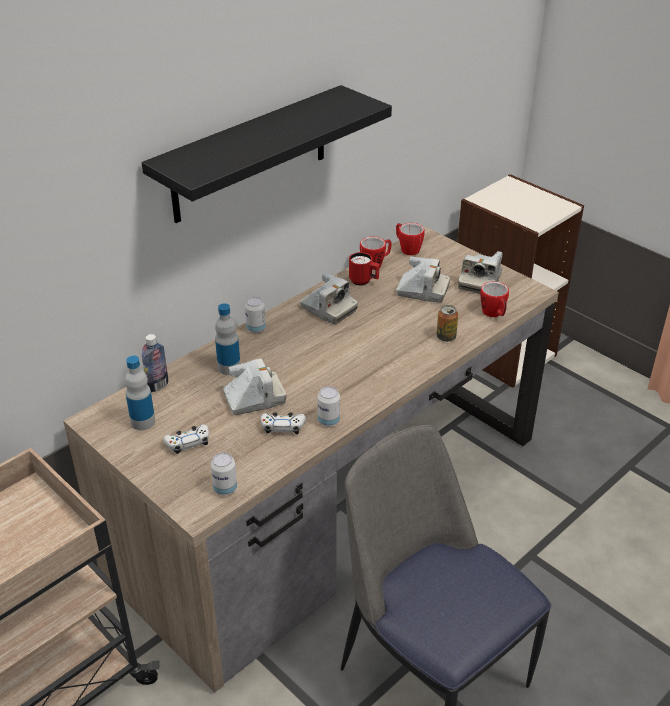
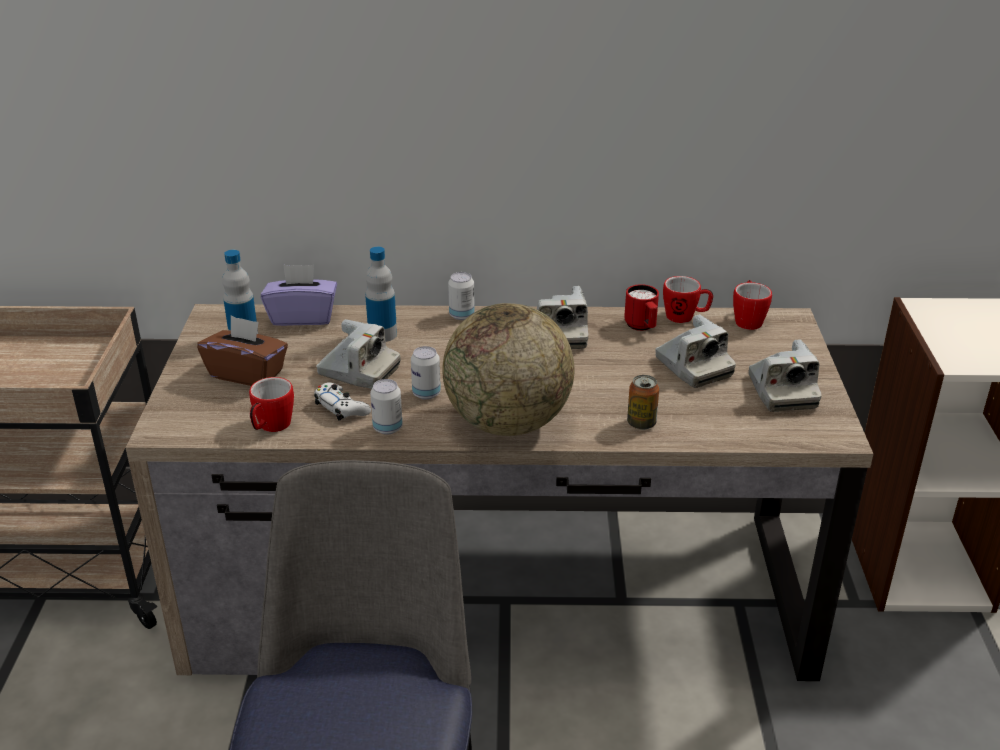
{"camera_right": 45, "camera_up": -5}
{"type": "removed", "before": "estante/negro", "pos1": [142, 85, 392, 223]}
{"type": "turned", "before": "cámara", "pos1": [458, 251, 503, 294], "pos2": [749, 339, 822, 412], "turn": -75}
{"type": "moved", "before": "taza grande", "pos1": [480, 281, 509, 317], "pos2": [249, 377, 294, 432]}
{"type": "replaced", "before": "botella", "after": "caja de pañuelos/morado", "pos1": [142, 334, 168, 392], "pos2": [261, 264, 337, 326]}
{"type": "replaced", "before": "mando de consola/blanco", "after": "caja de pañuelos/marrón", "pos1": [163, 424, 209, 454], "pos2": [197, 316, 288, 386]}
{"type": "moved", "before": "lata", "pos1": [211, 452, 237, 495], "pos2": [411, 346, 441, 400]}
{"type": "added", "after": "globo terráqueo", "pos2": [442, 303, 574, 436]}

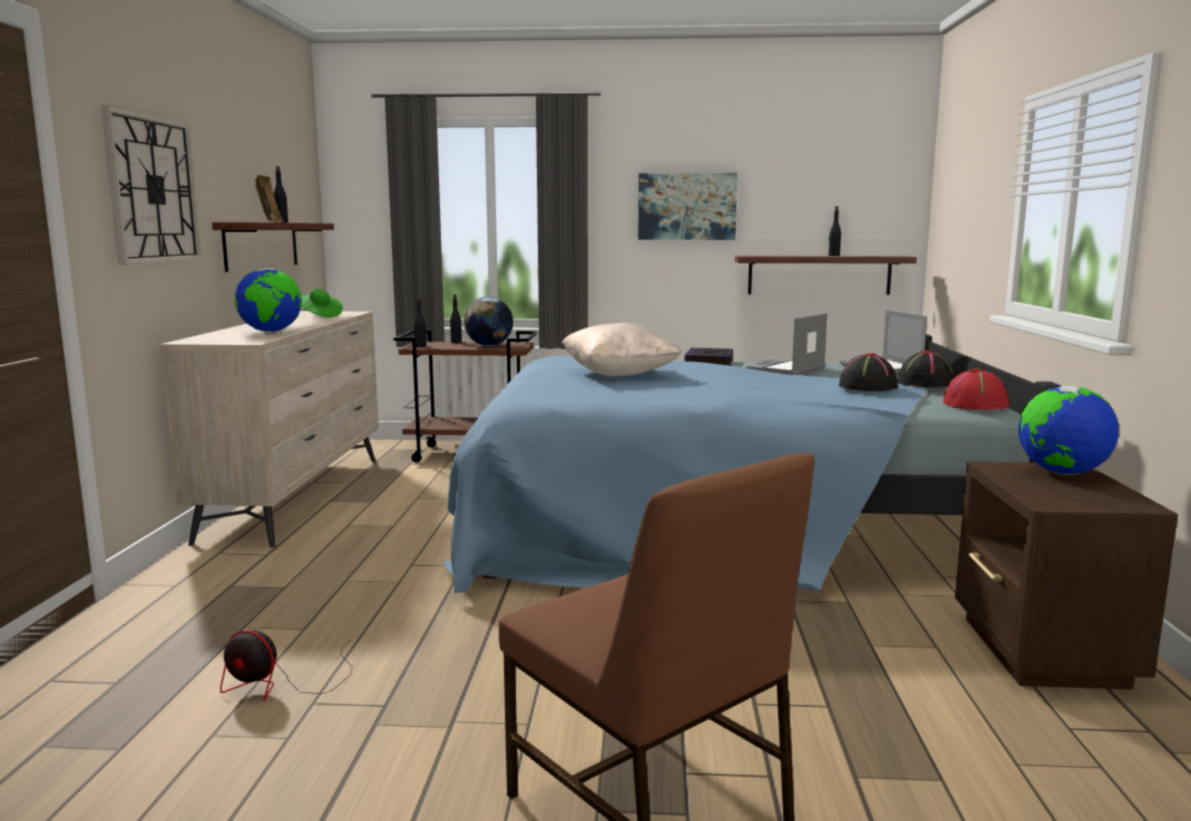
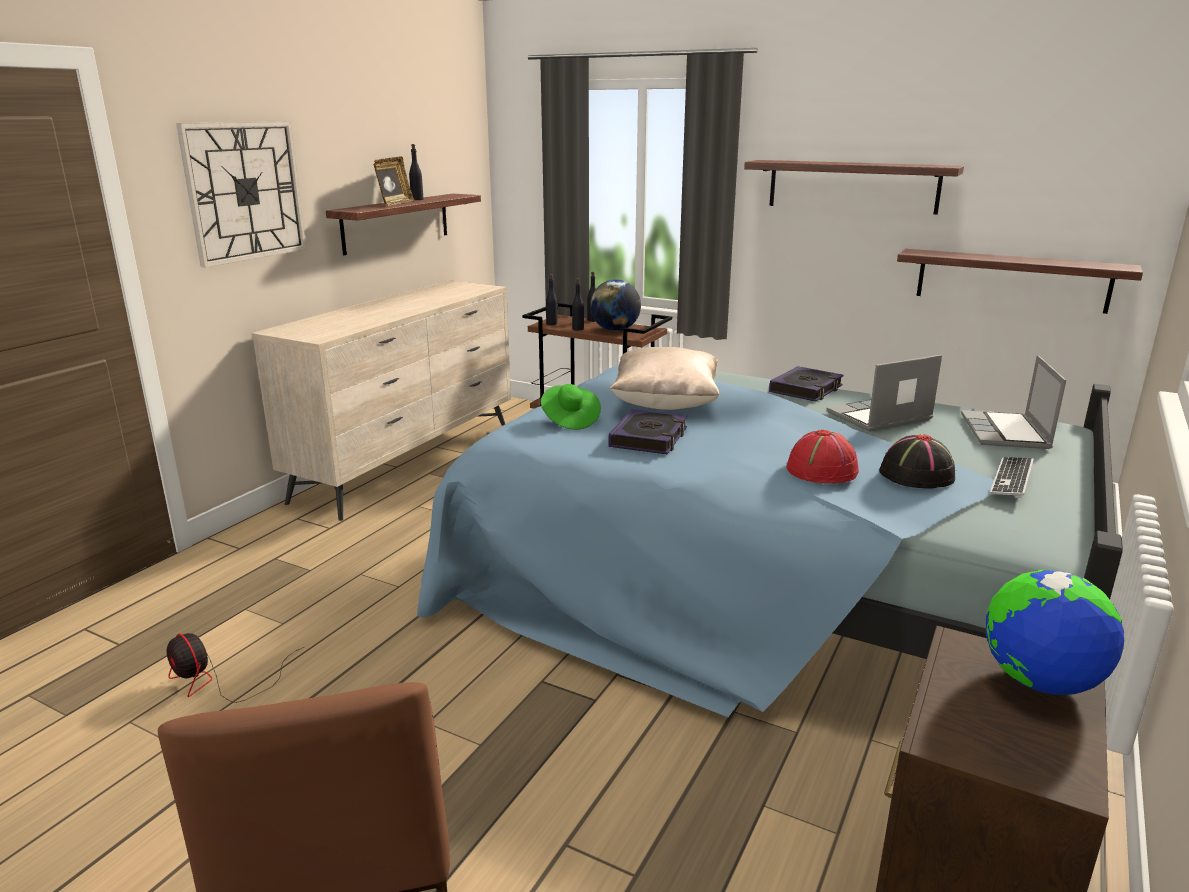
{"camera_right": 25, "camera_up": 10}
{"type": "replaced", "before": "cuadro", "after": "estante", "pos1": [638, 173, 738, 240], "pos2": [744, 160, 964, 215]}
{"type": "moved", "before": "botella/negro", "pos1": [829, 206, 841, 256], "pos2": [572, 279, 584, 331]}
{"type": "removed", "before": "globo terráqueo", "pos1": [234, 268, 302, 332]}
{"type": "moved", "before": "sombrero/verde", "pos1": [301, 289, 343, 317], "pos2": [541, 384, 601, 430]}
{"type": "replaced", "before": "sombrero/negro", "after": "teclado", "pos1": [897, 351, 955, 388], "pos2": [990, 457, 1034, 498]}
{"type": "moved", "before": "sombrero/rojo", "pos1": [943, 368, 1010, 410], "pos2": [787, 430, 859, 483]}
{"type": "added", "after": "libro", "pos2": [608, 409, 687, 454]}

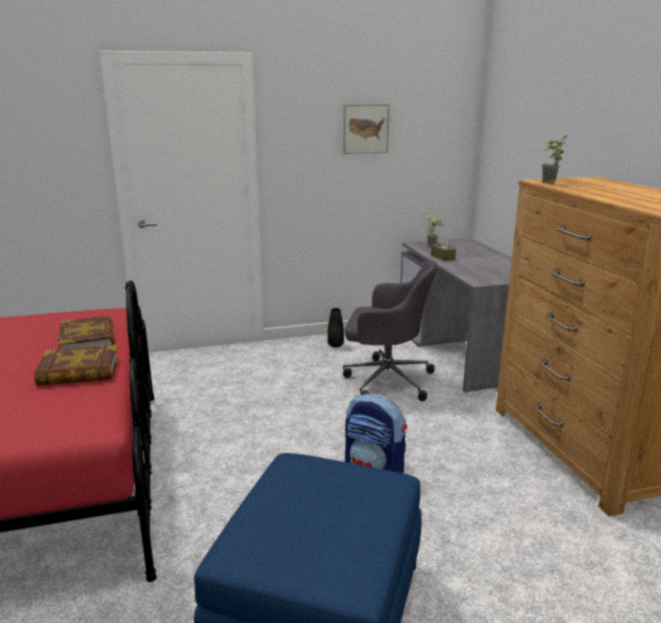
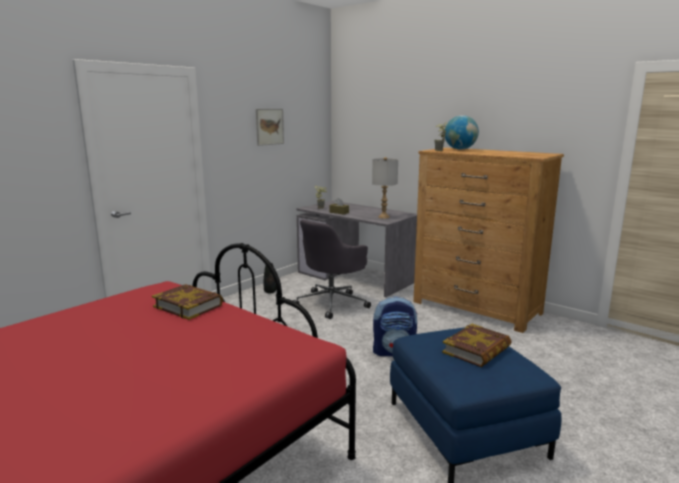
{"camera_right": -35, "camera_up": -5}
{"type": "turned", "before": "silla de oficina/gris", "pos1": [343, 260, 437, 401], "pos2": [293, 220, 371, 319], "turn": 150}
{"type": "moved", "before": "libro", "pos1": [34, 345, 119, 386], "pos2": [442, 324, 512, 367]}
{"type": "added", "after": "globo terráqueo", "pos2": [444, 115, 479, 150]}
{"type": "added", "after": "lámpara de mesa/gris", "pos2": [372, 157, 398, 219]}

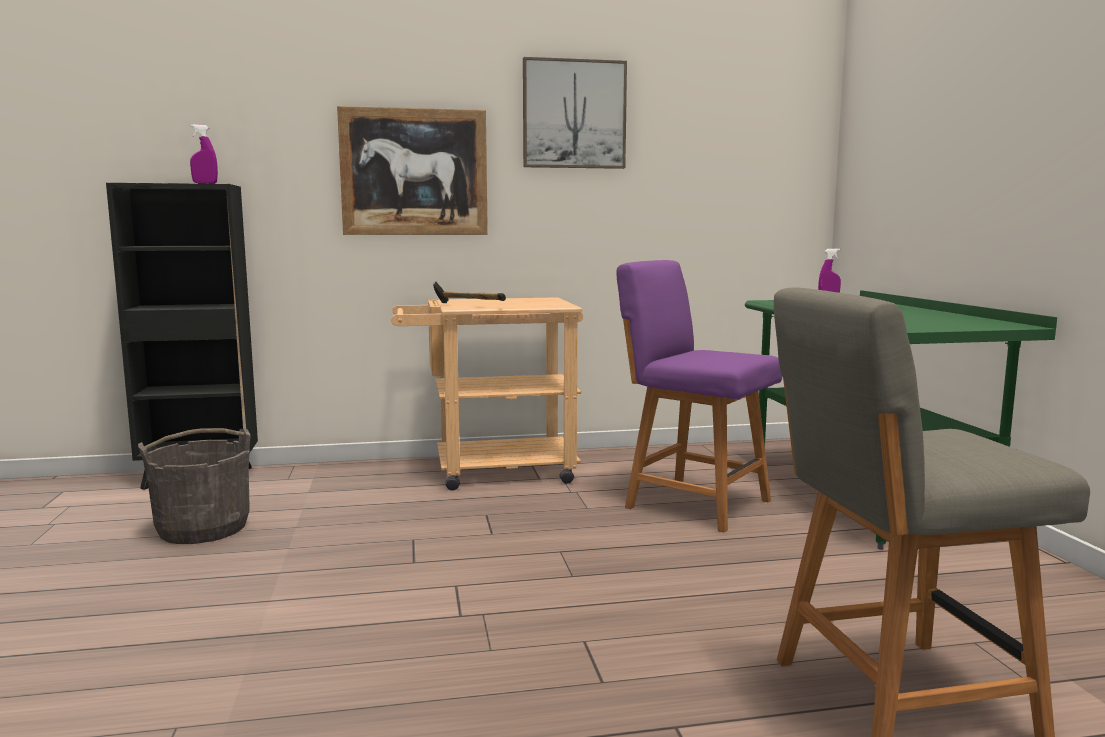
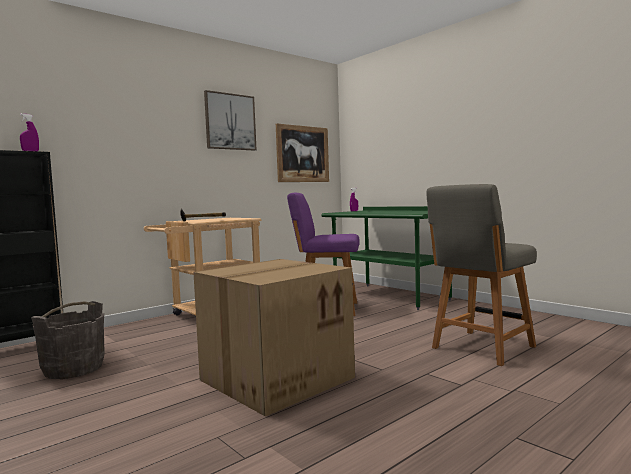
{"camera_right": -30, "camera_up": -5}
{"type": "moved", "before": "cuadro", "pos1": [337, 106, 488, 235], "pos2": [276, 124, 329, 182]}
{"type": "added", "after": "caja de cartón", "pos2": [193, 259, 355, 416]}

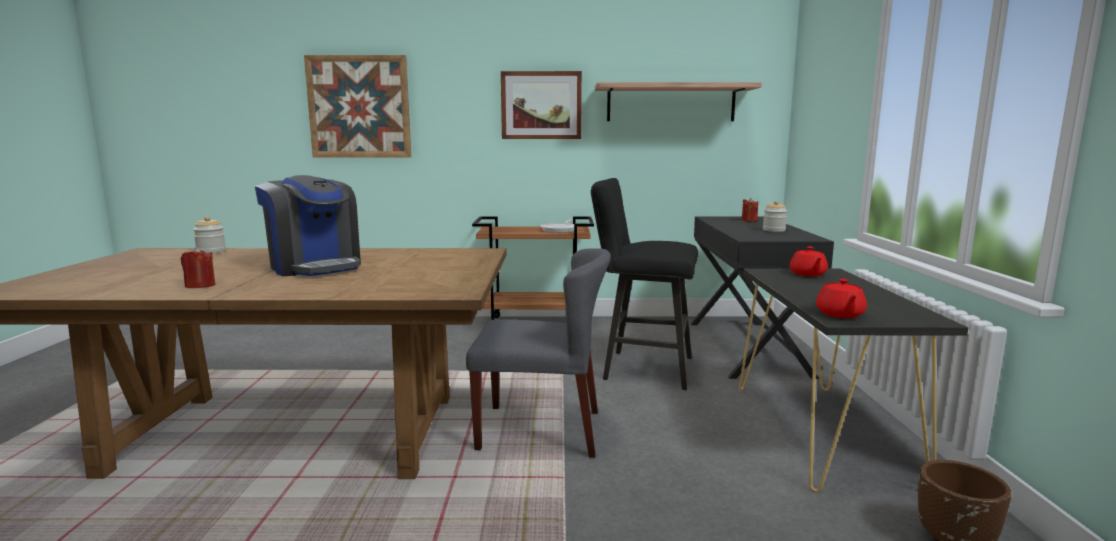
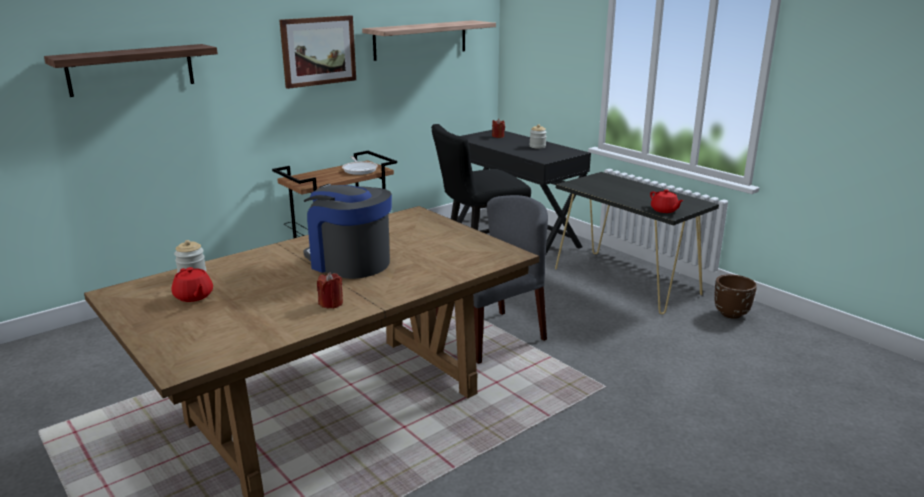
{"camera_right": -40, "camera_up": 10}
{"type": "replaced", "before": "cuadro", "after": "estante", "pos1": [304, 55, 411, 157], "pos2": [44, 44, 218, 97]}
{"type": "turned", "before": "cafetera", "pos1": [255, 175, 361, 276], "pos2": [303, 184, 392, 279], "turn": -150}
{"type": "moved", "before": "tetera/rojo", "pos1": [789, 246, 828, 276], "pos2": [171, 267, 213, 302]}

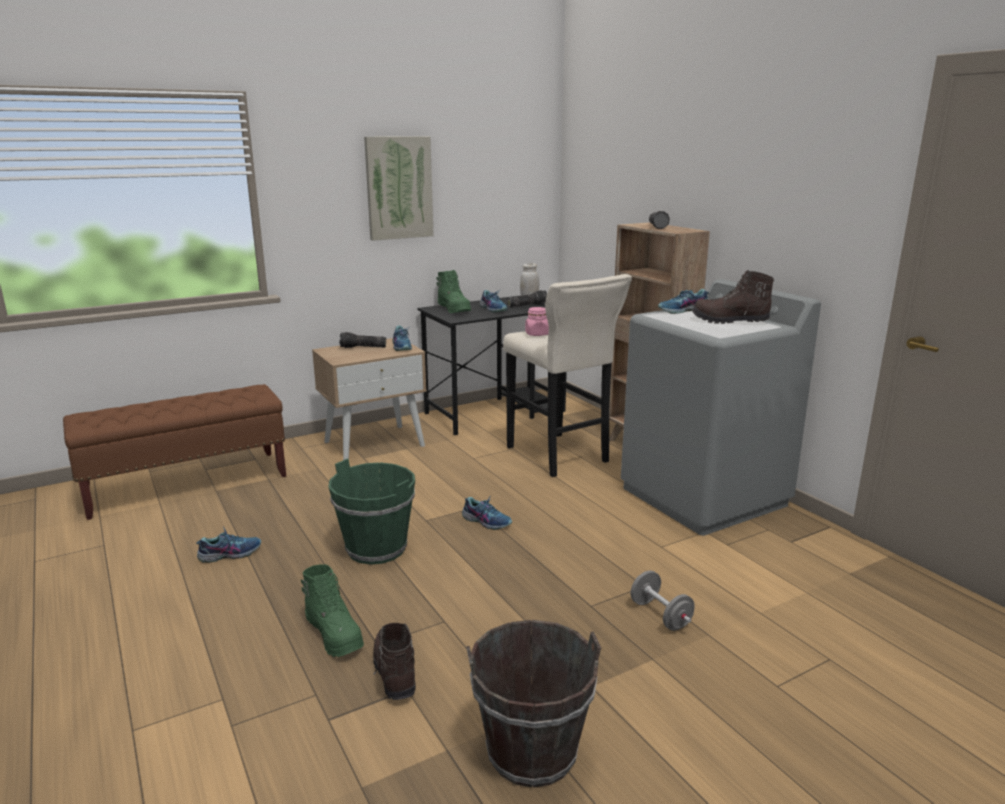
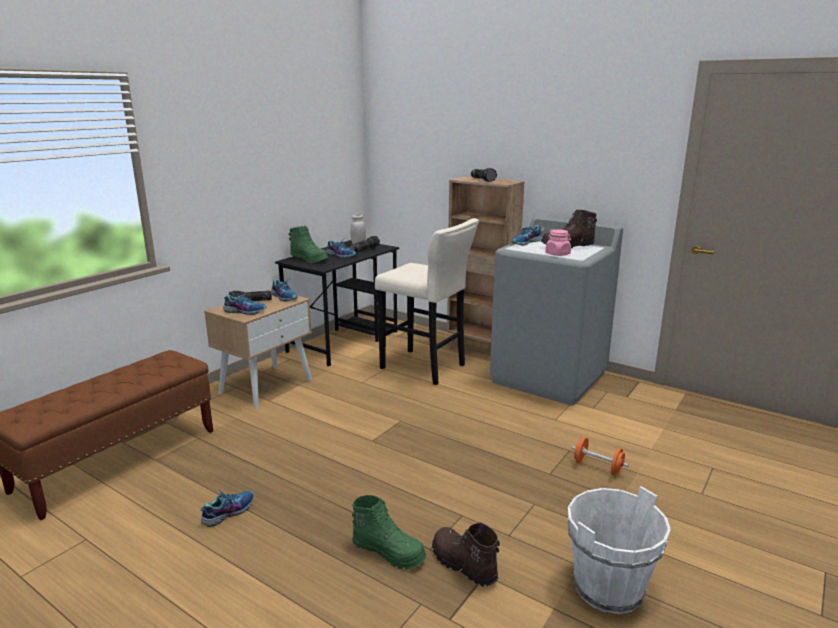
{"camera_right": -25, "camera_up": 0}
{"type": "removed", "before": "cuadro", "pos1": [364, 137, 434, 241]}
{"type": "moved", "before": "tarro/rosa", "pos1": [525, 307, 549, 336], "pos2": [545, 230, 571, 256]}
{"type": "removed", "before": "cubo/verde", "pos1": [329, 459, 415, 564]}
{"type": "moved", "before": "zapato", "pos1": [462, 495, 512, 530], "pos2": [223, 292, 266, 315]}
{"type": "recoloured", "before": "mancuerna/gris", "after": "mancuerna/naranja", "pos1": [631, 571, 695, 631], "pos2": [571, 437, 629, 476]}
{"type": "recoloured", "before": "cubo/marrón", "after": "cubo/blanco", "pos1": [466, 620, 601, 788], "pos2": [567, 486, 671, 614]}

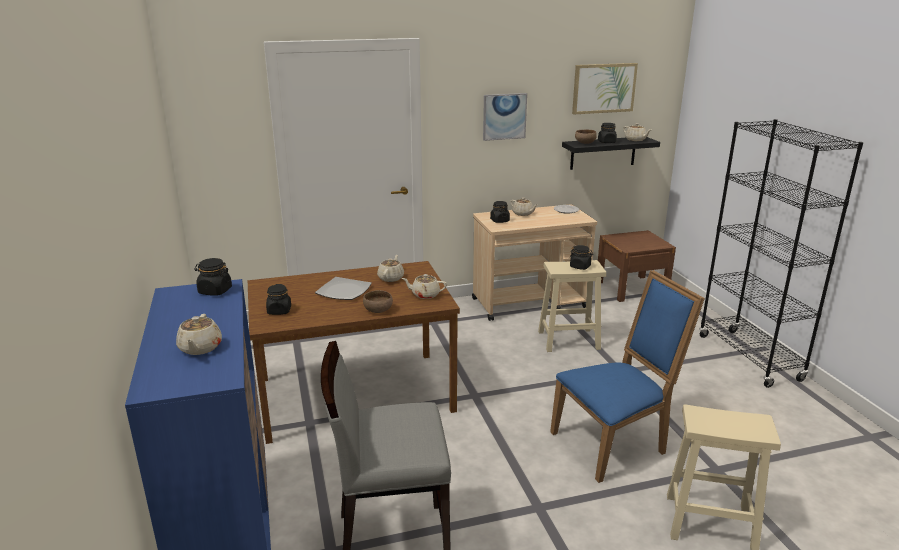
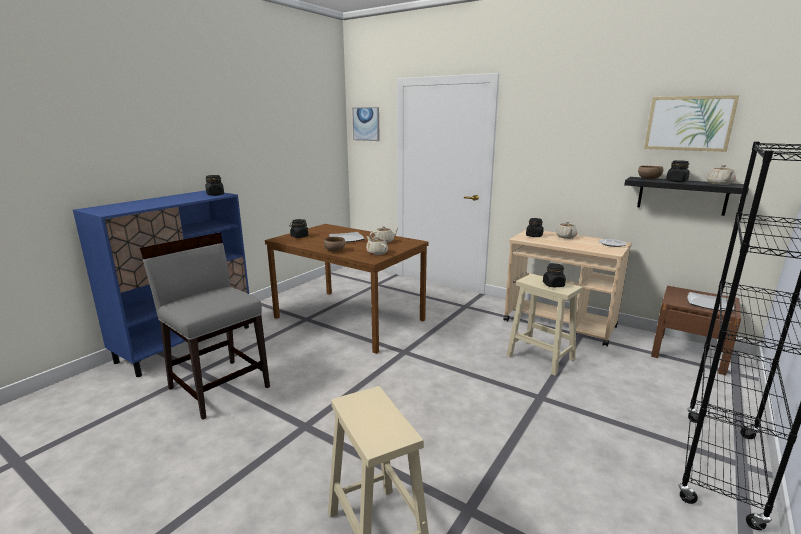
{"camera_right": 50, "camera_up": -5}
{"type": "moved", "before": "cuadro", "pos1": [483, 93, 527, 141], "pos2": [352, 107, 380, 141]}
{"type": "removed", "before": "silla/azul", "pos1": [550, 270, 705, 483]}
{"type": "removed", "before": "tetera/beis", "pos1": [176, 314, 222, 355]}
{"type": "added", "after": "plato", "pos2": [687, 292, 734, 311]}

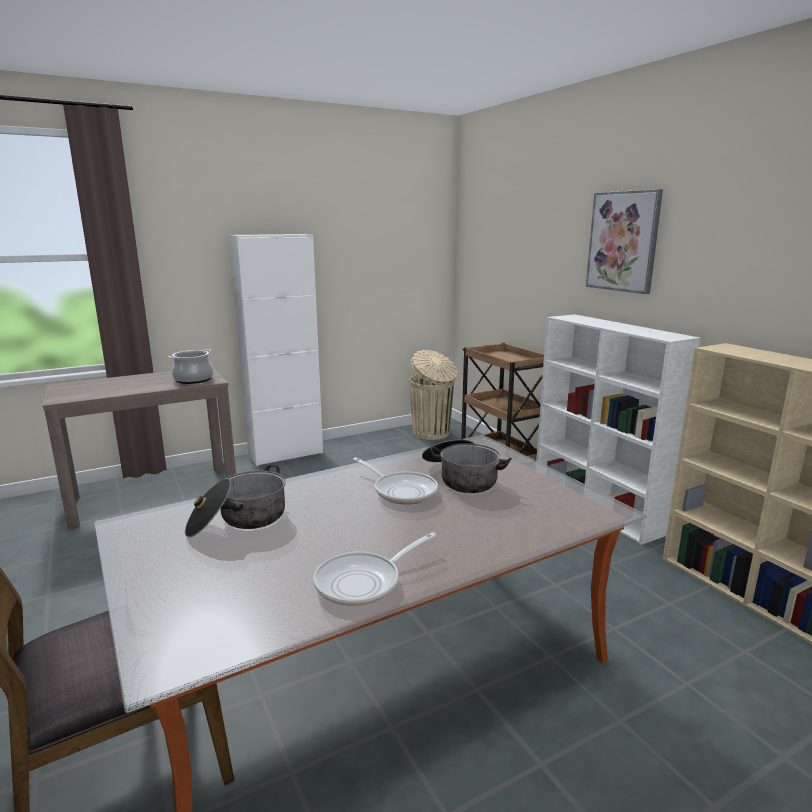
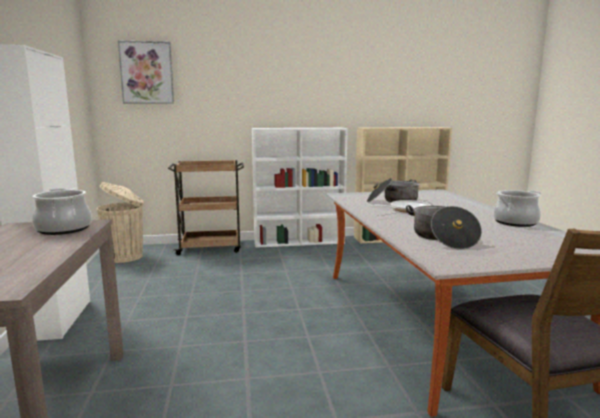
{"camera_right": -70, "camera_up": -5}
{"type": "moved", "before": "cuadro", "pos1": [586, 189, 663, 294], "pos2": [118, 41, 174, 104]}
{"type": "replaced", "before": "sartén", "after": "olla", "pos1": [313, 532, 437, 606], "pos2": [493, 190, 541, 227]}

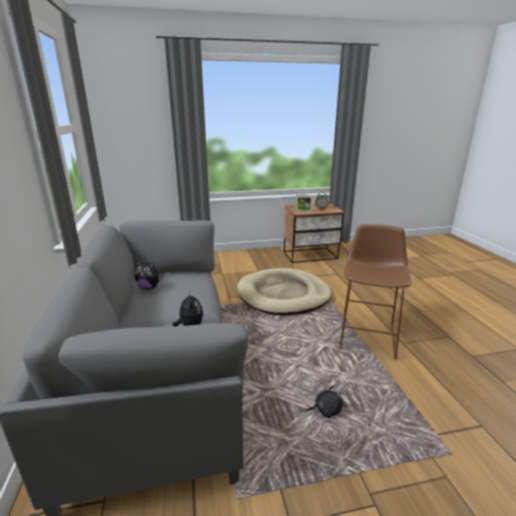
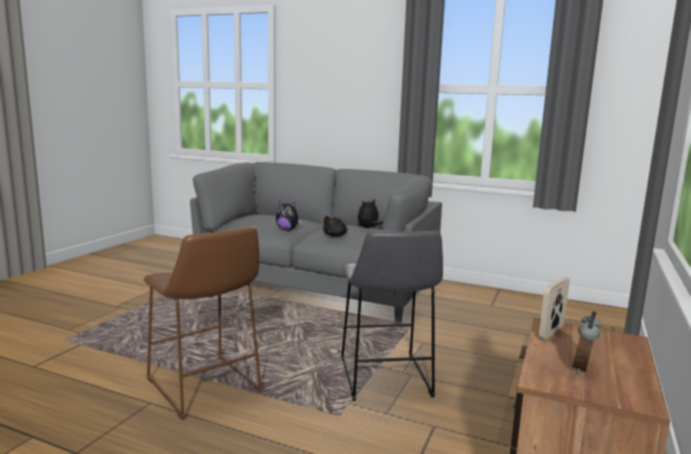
{"camera_right": 125, "camera_up": -10}
{"type": "replaced", "before": "cama para perro/beis", "after": "taburete/gris", "pos1": [237, 268, 332, 315], "pos2": [341, 231, 443, 401]}
{"type": "moved", "before": "peluche/negro", "pos1": [305, 385, 343, 418], "pos2": [323, 216, 347, 237]}

